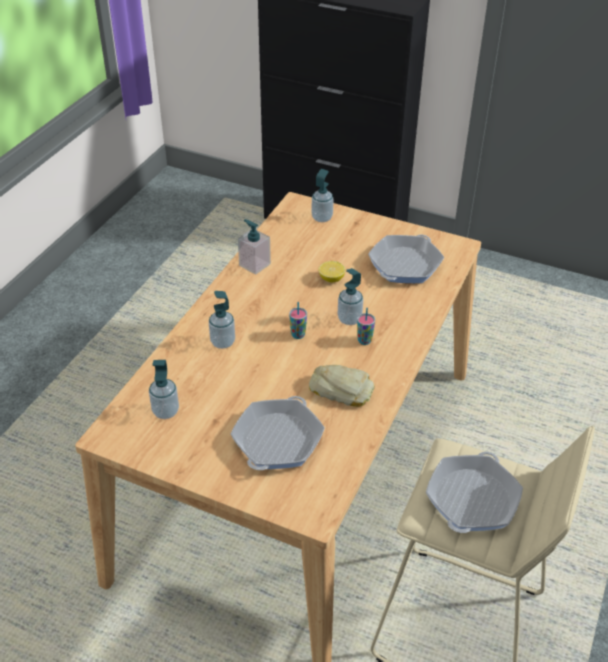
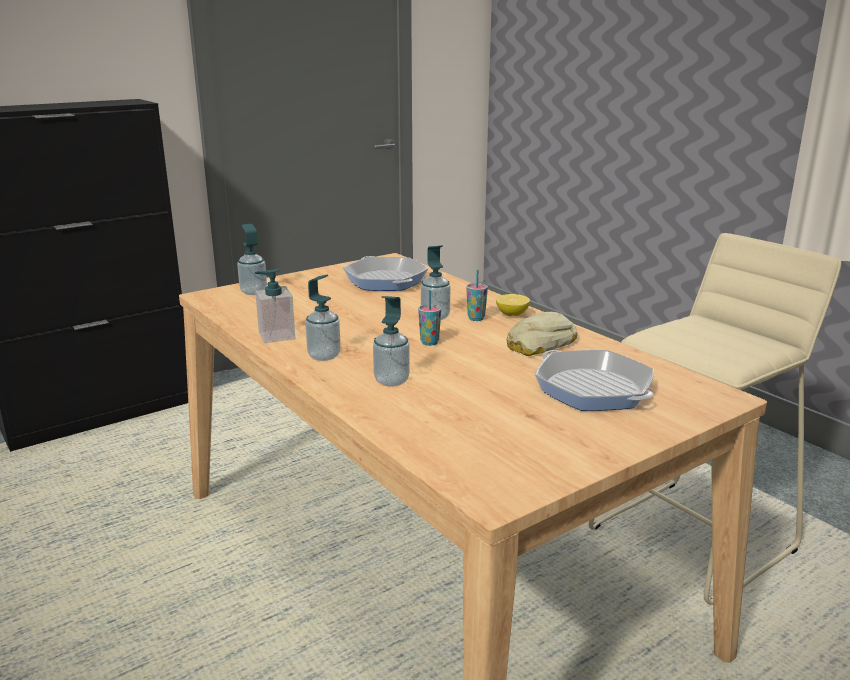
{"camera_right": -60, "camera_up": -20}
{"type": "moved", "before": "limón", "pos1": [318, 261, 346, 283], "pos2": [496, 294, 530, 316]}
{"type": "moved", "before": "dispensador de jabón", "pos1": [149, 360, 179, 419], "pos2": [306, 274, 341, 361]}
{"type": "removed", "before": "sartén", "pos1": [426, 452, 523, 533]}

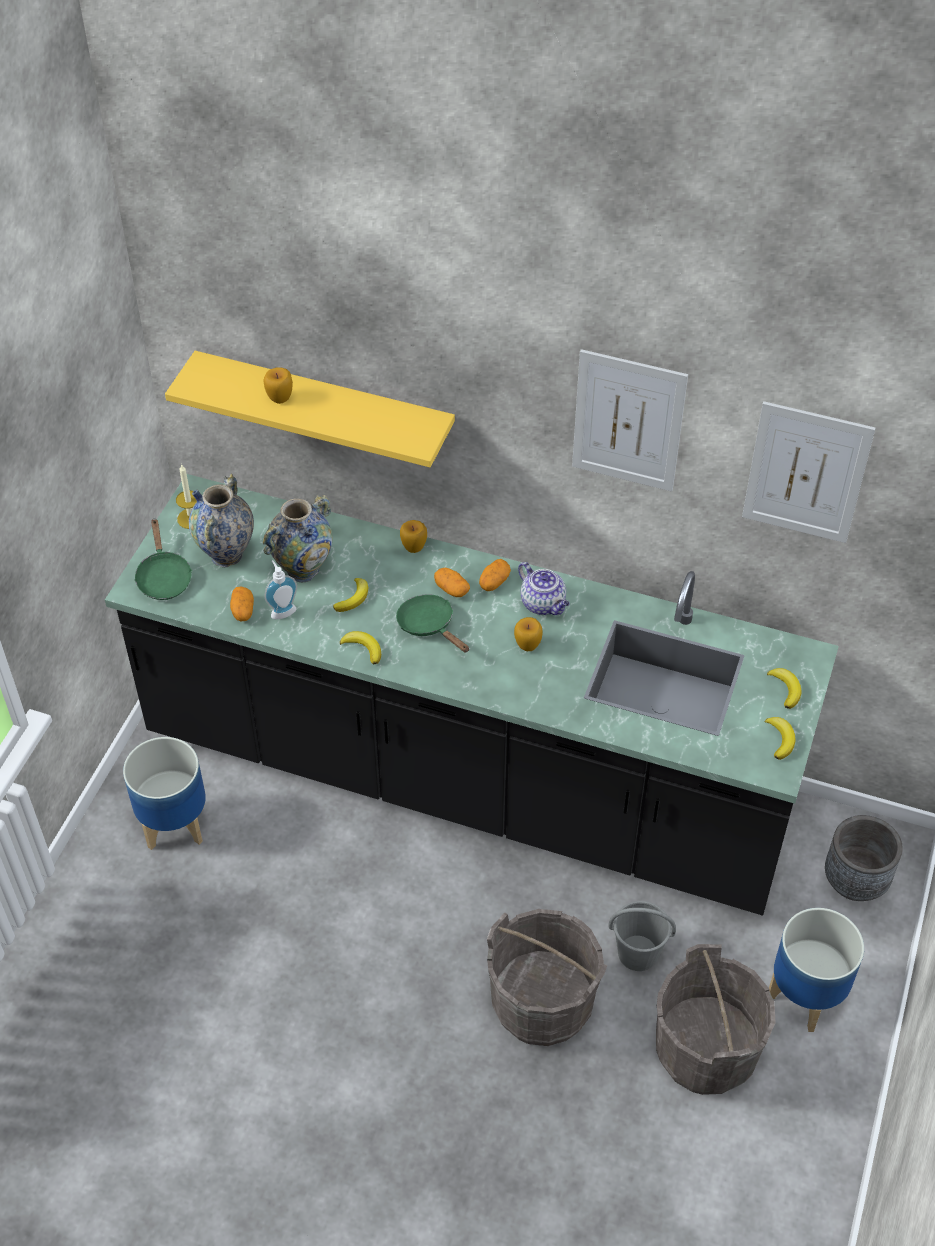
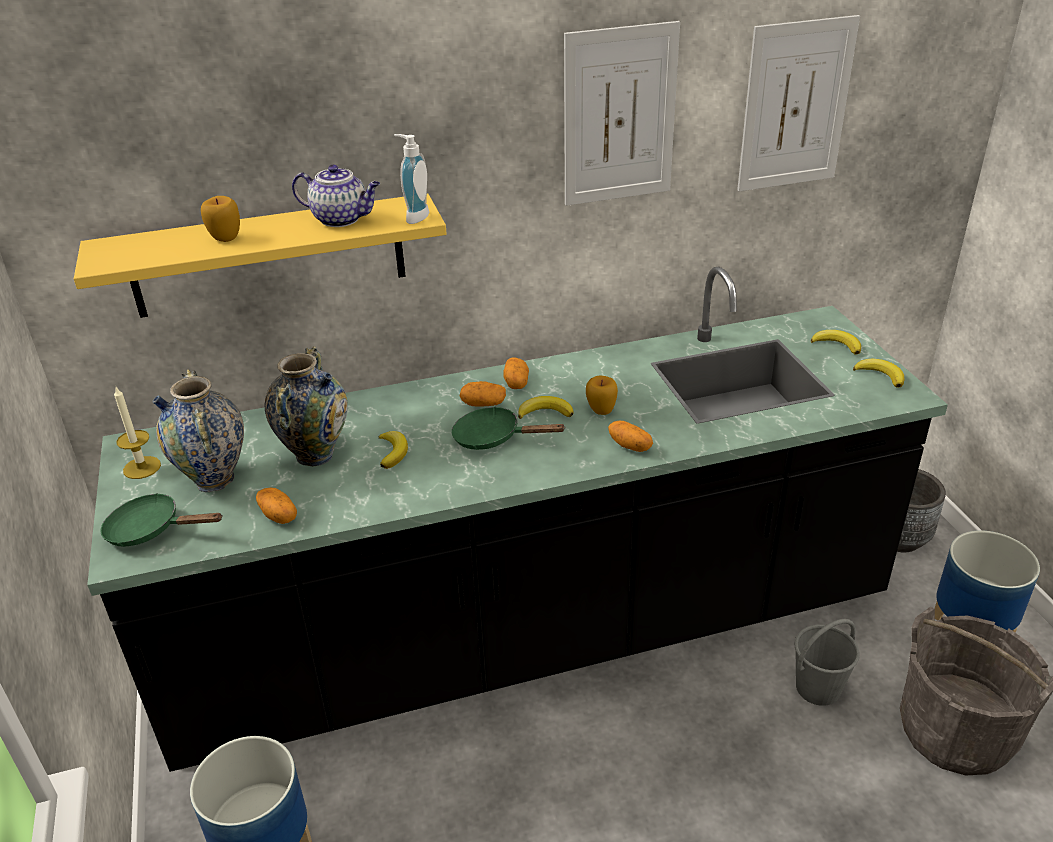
{"camera_right": -35, "camera_up": -15}
{"type": "turned", "before": "sartén/verde", "pos1": [134, 518, 192, 600], "pos2": [100, 493, 223, 547], "turn": 150}
{"type": "removed", "before": "manzana", "pos1": [400, 520, 427, 553]}
{"type": "moved", "before": "dispensador de jabón", "pos1": [265, 560, 297, 619], "pos2": [394, 134, 429, 224]}
{"type": "moved", "before": "tetera", "pos1": [518, 562, 570, 615], "pos2": [292, 165, 380, 227]}
{"type": "moved", "before": "plátano", "pos1": [340, 631, 381, 665], "pos2": [518, 396, 574, 419]}
{"type": "removed", "before": "cubo/gris", "pos1": [487, 909, 607, 1046]}
{"type": "added", "after": "patata", "pos2": [608, 420, 653, 452]}

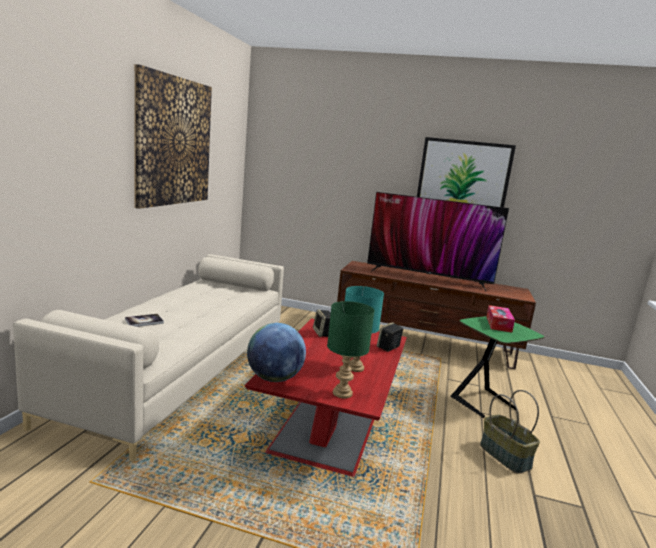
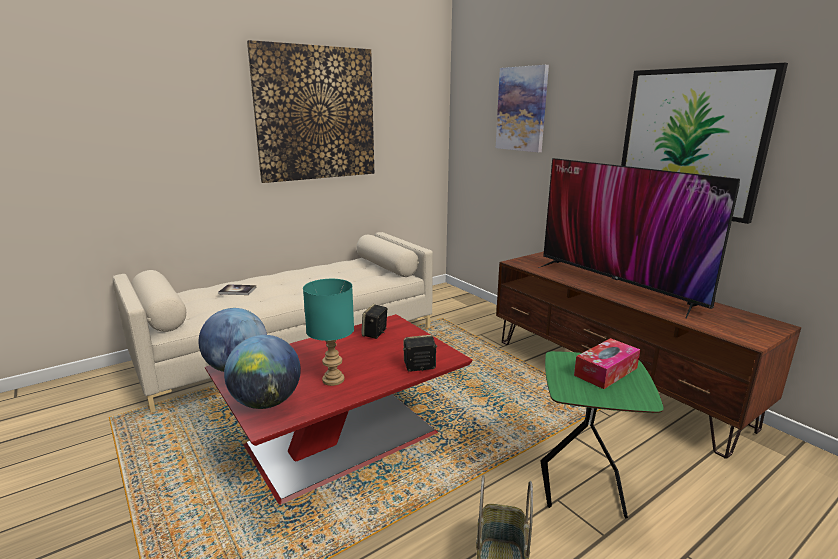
{"camera_right": 40, "camera_up": 5}
{"type": "replaced", "before": "lámpara de mesa/verde", "after": "globo terráqueo", "pos1": [327, 301, 375, 399], "pos2": [224, 335, 301, 409]}
{"type": "added", "after": "cuadro", "pos2": [496, 65, 549, 152]}

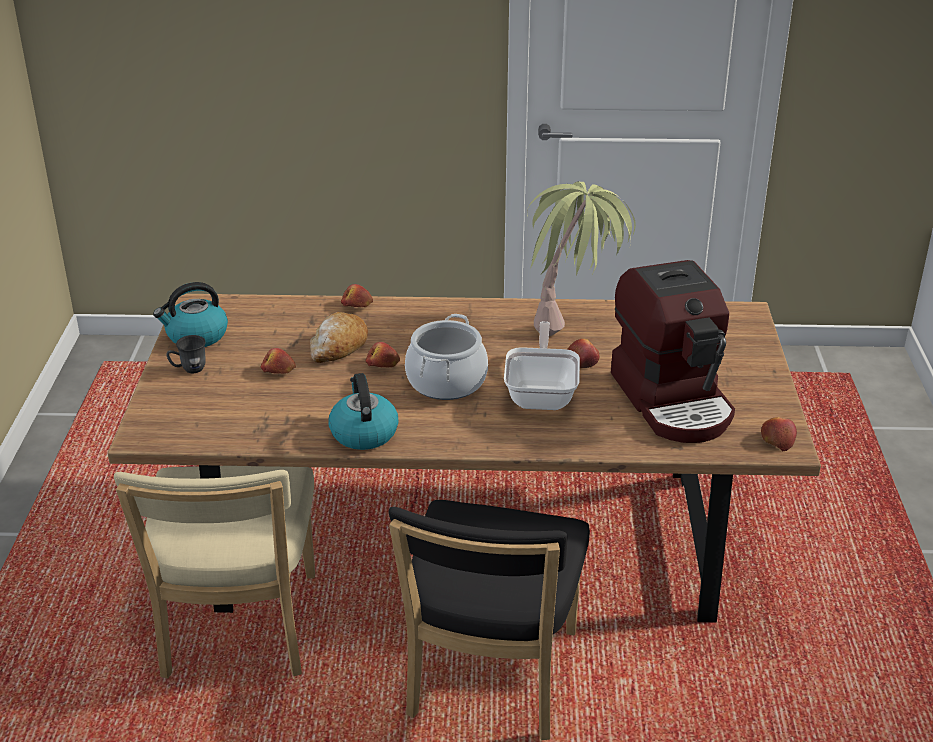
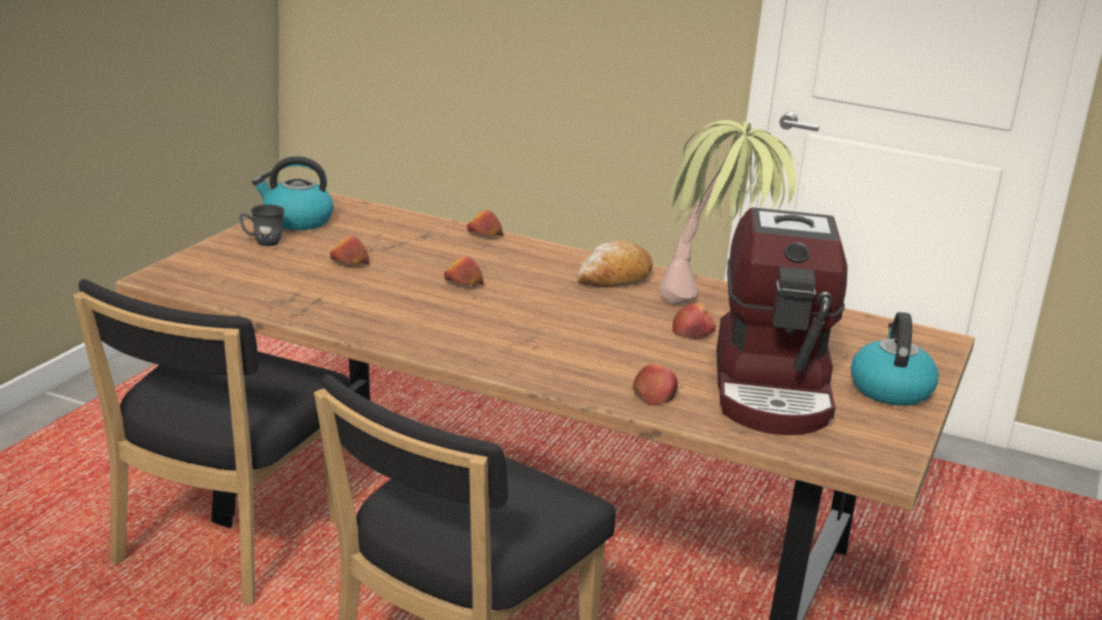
{"camera_right": 20, "camera_up": -10}
{"type": "moved", "before": "pan", "pos1": [310, 312, 368, 363], "pos2": [576, 240, 653, 287]}
{"type": "removed", "before": "olla", "pos1": [405, 314, 488, 400]}
{"type": "removed", "before": "sartén", "pos1": [504, 321, 580, 410]}
{"type": "moved", "before": "hervidor", "pos1": [329, 373, 398, 450], "pos2": [851, 312, 939, 406]}
{"type": "moved", "before": "manzana", "pos1": [761, 417, 797, 451], "pos2": [632, 364, 678, 406]}
{"type": "recoloured", "before": "silla/beis", "after": "silla/negro", "pos1": [114, 466, 315, 679], "pos2": [73, 279, 350, 605]}

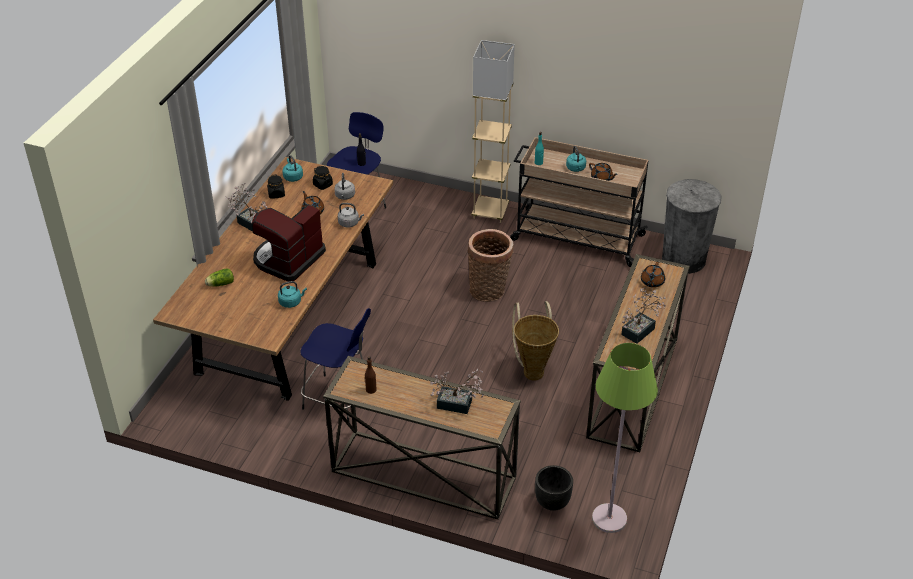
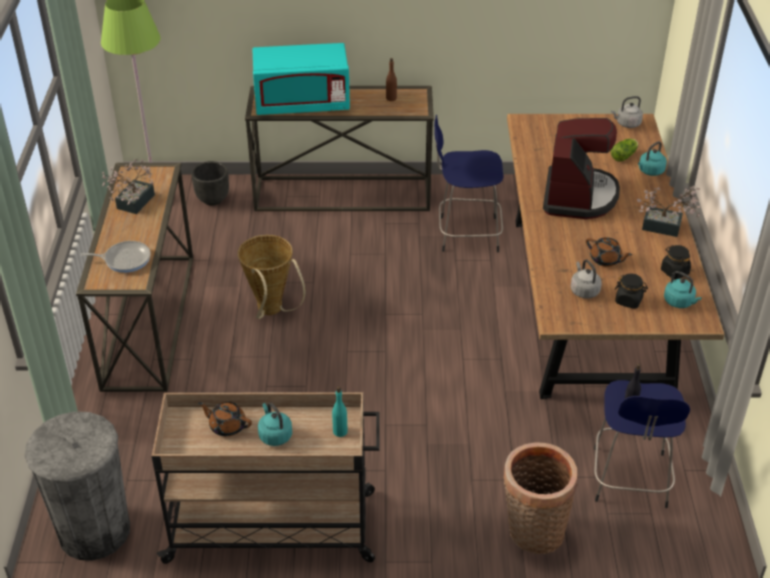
{"camera_right": 160, "camera_up": 0}
{"type": "removed", "before": "lámpara de pie/beis", "pos1": [471, 40, 515, 223]}
{"type": "moved", "before": "hervidor/gris", "pos1": [338, 203, 364, 227], "pos2": [611, 96, 643, 128]}
{"type": "moved", "before": "cesta", "pos1": [468, 229, 514, 302], "pos2": [503, 442, 578, 554]}
{"type": "replaced", "before": "tetera/marrón", "after": "sartén", "pos1": [641, 262, 665, 288], "pos2": [81, 241, 150, 273]}
{"type": "moved", "before": "hervidor/turquesa", "pos1": [278, 281, 307, 308], "pos2": [638, 141, 667, 176]}
{"type": "replaced", "before": "planta en maceta", "after": "microondas/turquesa", "pos1": [430, 369, 484, 414], "pos2": [252, 43, 350, 115]}

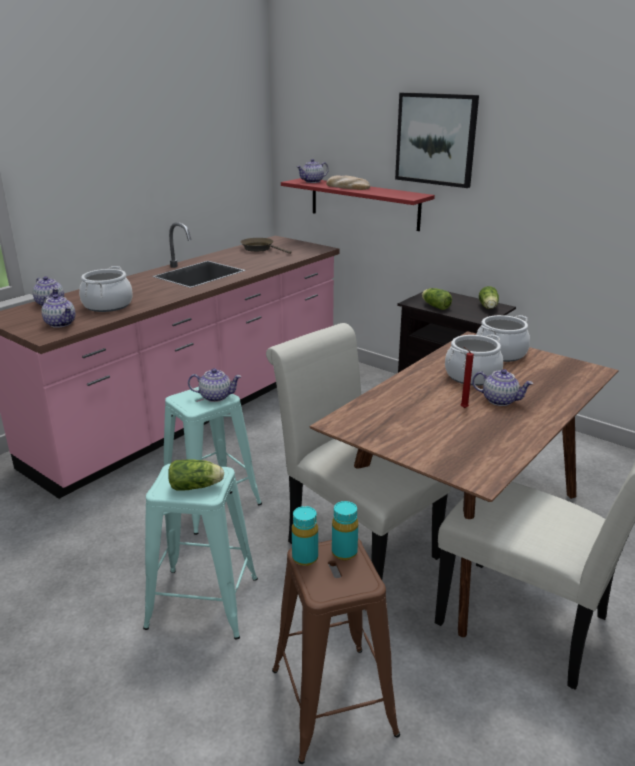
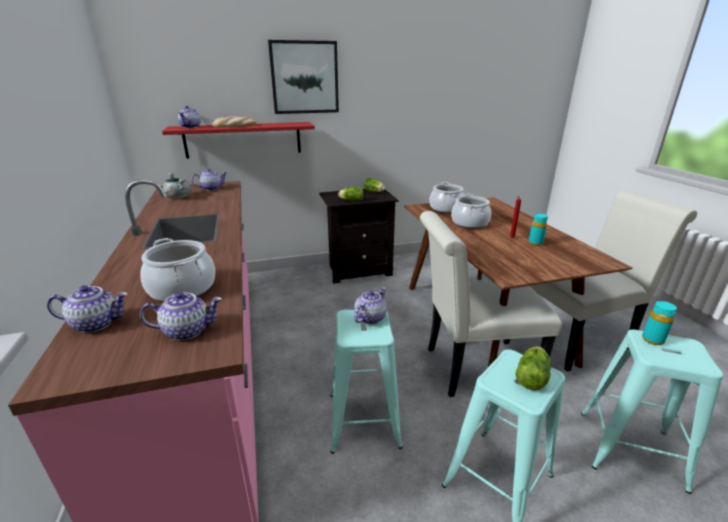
{"camera_right": -55, "camera_up": 0}
{"type": "replaced", "before": "sartén/marrón", "after": "olla/gris", "pos1": [241, 238, 291, 254], "pos2": [163, 173, 192, 199]}
{"type": "moved", "before": "tetera", "pos1": [472, 369, 533, 406], "pos2": [191, 168, 227, 191]}
{"type": "moved", "before": "botella/turquesa", "pos1": [292, 506, 318, 566], "pos2": [529, 213, 548, 246]}
{"type": "recoloured", "before": "taburete/marrón", "after": "taburete/turquesa", "pos1": [272, 539, 400, 764], "pos2": [581, 330, 723, 494]}

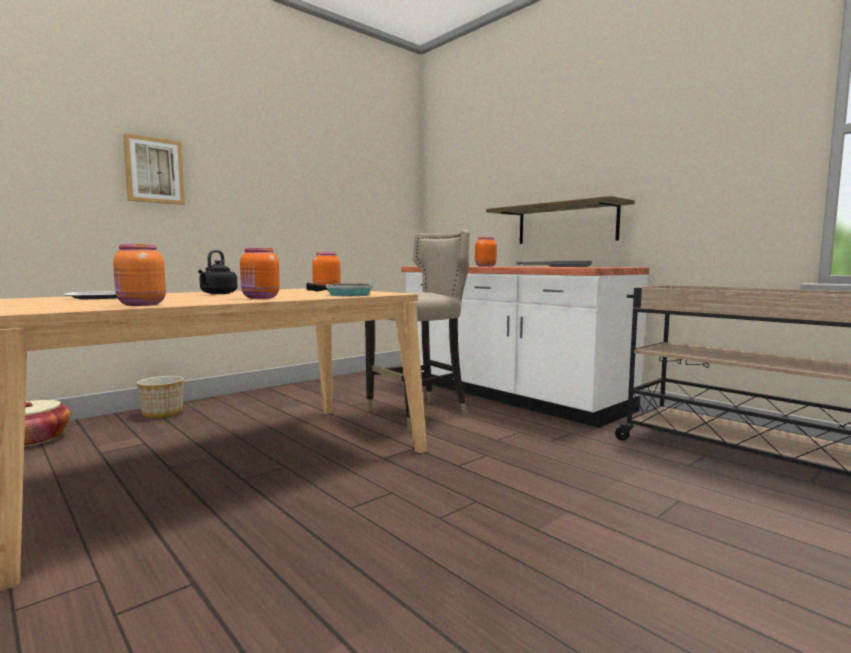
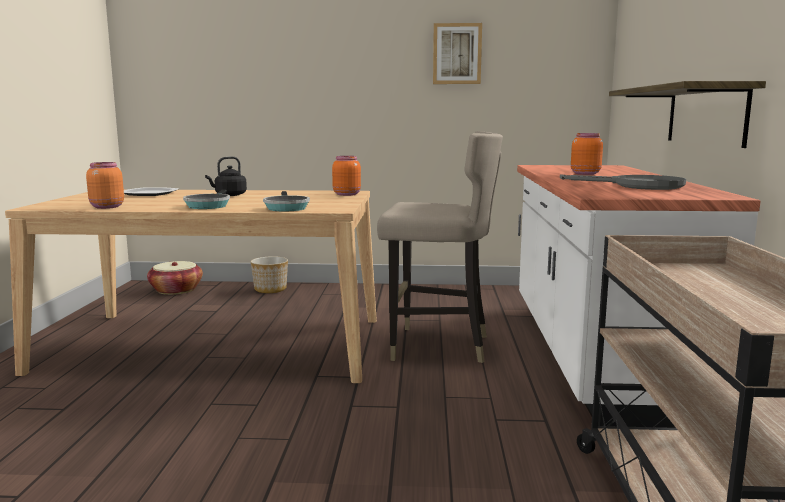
{"camera_right": 45, "camera_up": 5}
{"type": "moved", "before": "cuadro", "pos1": [123, 133, 185, 205], "pos2": [433, 23, 482, 84]}
{"type": "replaced", "before": "tarro/naranja", "after": "sartén", "pos1": [240, 248, 280, 299], "pos2": [183, 189, 230, 209]}

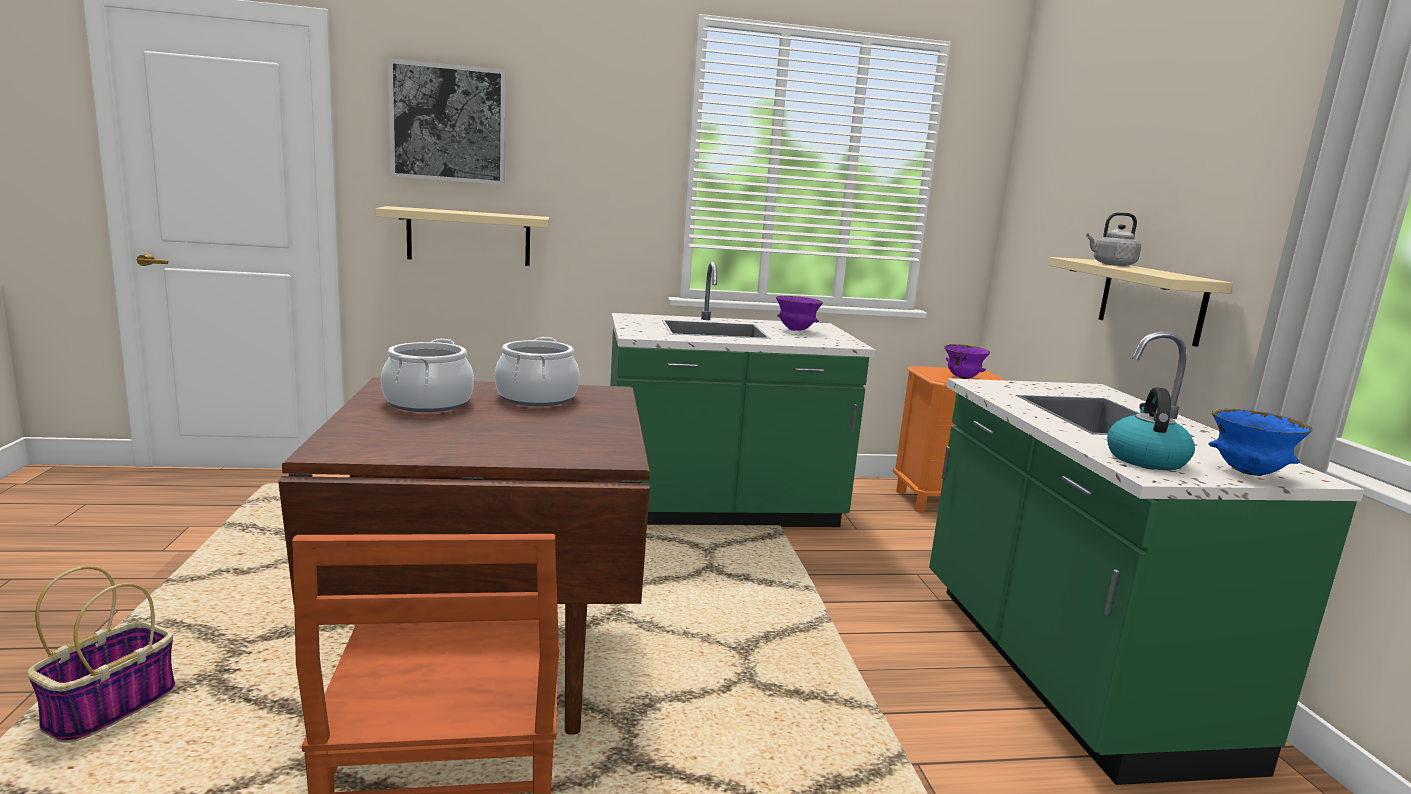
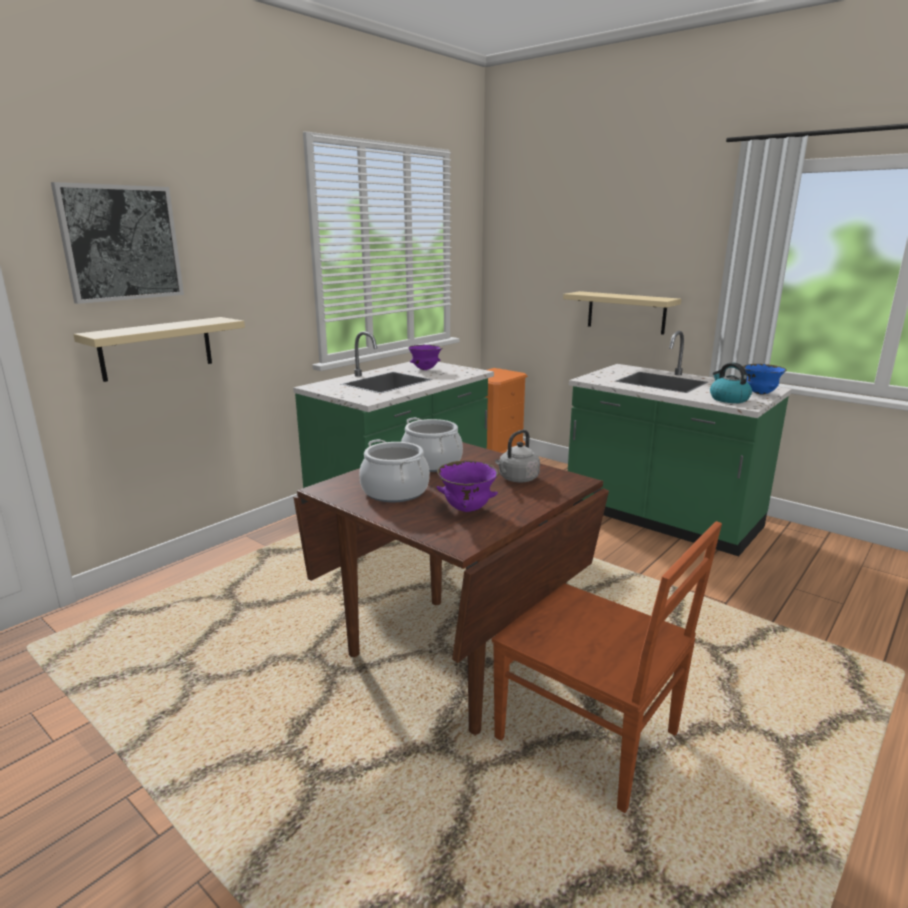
{"camera_right": -40, "camera_up": 5}
{"type": "moved", "before": "hervidor/gris", "pos1": [1086, 212, 1141, 266], "pos2": [495, 430, 540, 482]}
{"type": "moved", "before": "cuenco/morado", "pos1": [944, 344, 990, 379], "pos2": [437, 461, 499, 512]}
{"type": "removed", "before": "cesta", "pos1": [27, 566, 176, 743]}

